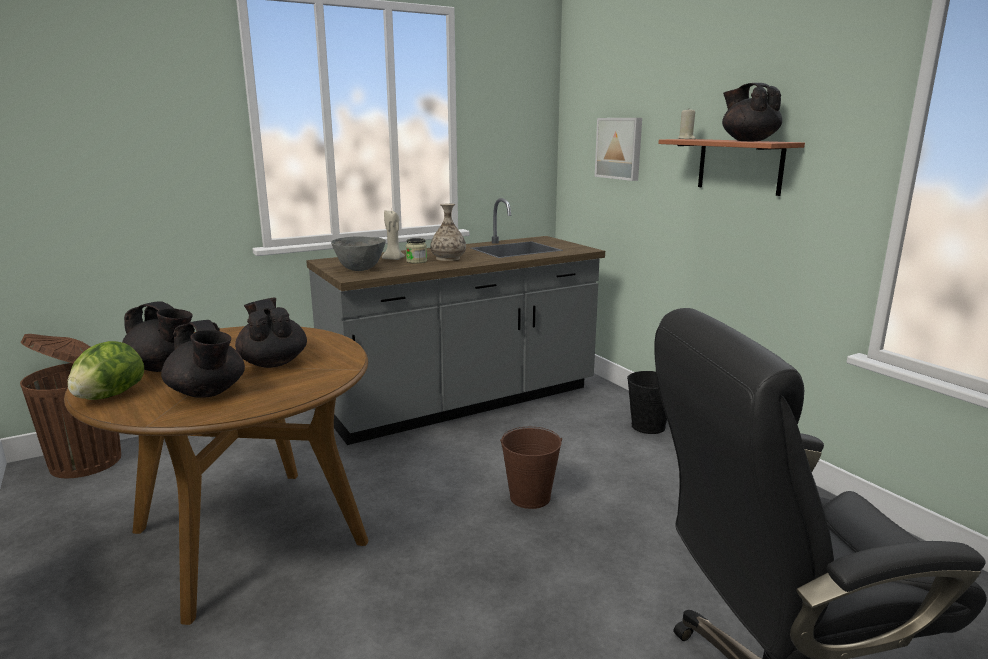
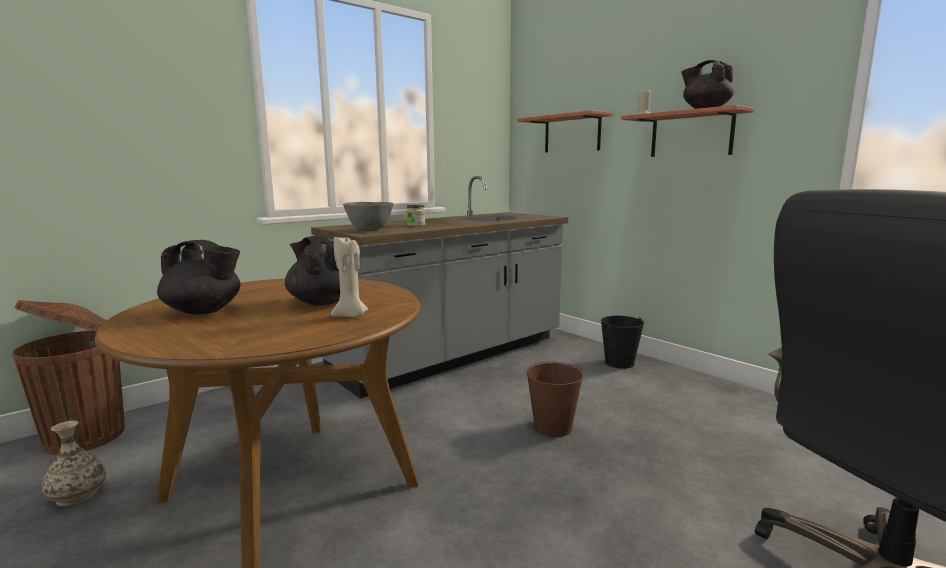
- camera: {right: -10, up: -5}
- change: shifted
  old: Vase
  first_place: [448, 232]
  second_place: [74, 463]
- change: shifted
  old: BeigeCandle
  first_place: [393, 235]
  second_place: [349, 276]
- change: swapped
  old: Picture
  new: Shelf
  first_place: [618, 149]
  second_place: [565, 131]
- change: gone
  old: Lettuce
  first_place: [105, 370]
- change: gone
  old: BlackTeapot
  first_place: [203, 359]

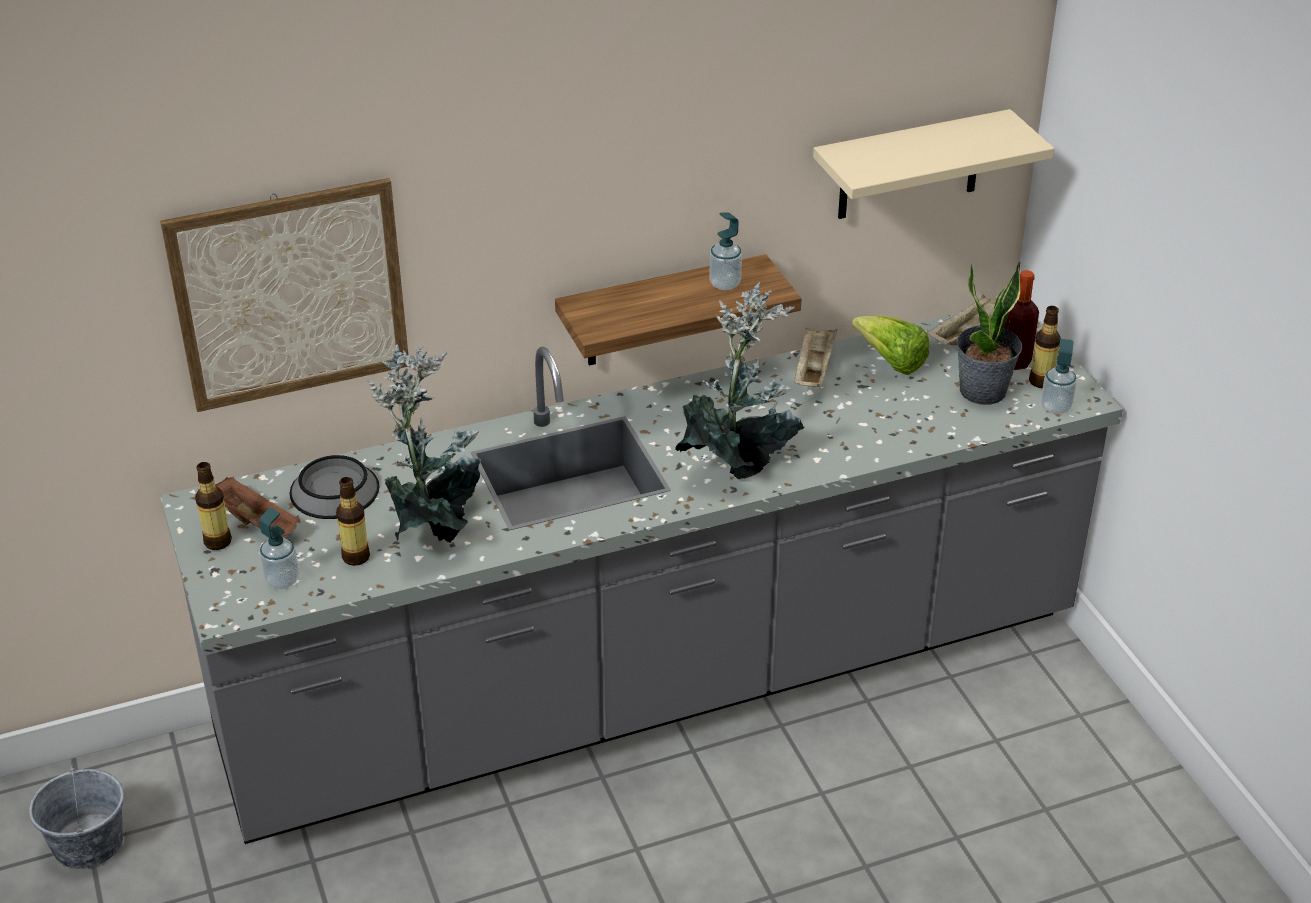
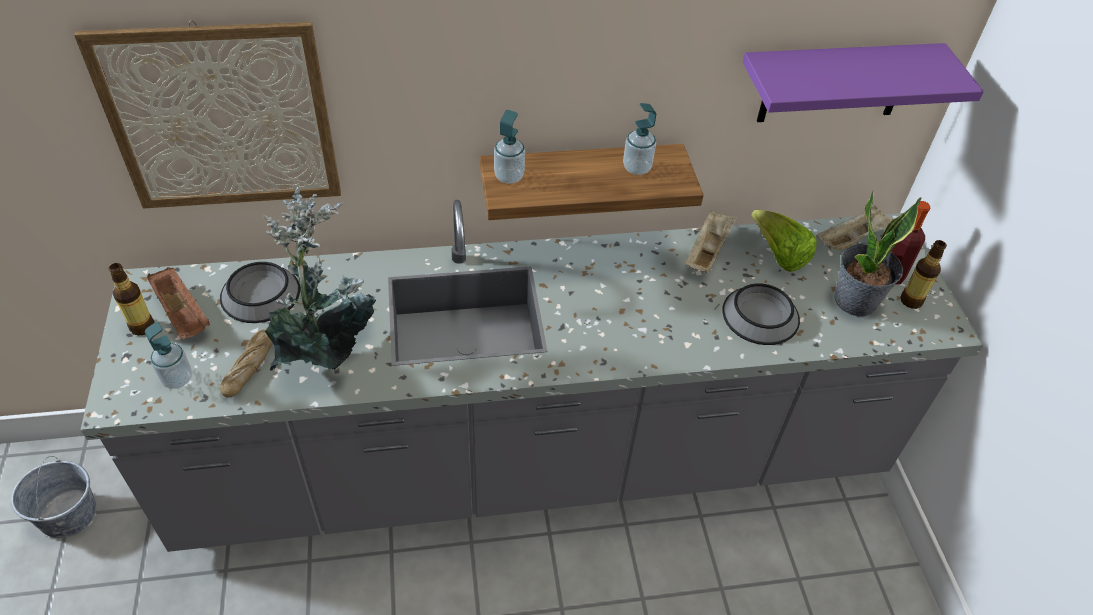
- camera: {right: 10, up: 10}
- change: swapped
  old: Bottle
  new: Bread
  first_place: [353, 521]
  second_place: [246, 364]
- change: shifted
  old: SoapDispenser
  first_place: [1059, 376]
  second_place: [509, 147]
- change: new
  new: Bowl
  second_place: [761, 314]
- change: repainted
  old: BeigeShelf
  new: PurpleShelf
  first_place: [933, 164]
  second_place: [863, 82]
- change: gone
  old: PottedPlant
  first_place: [740, 380]

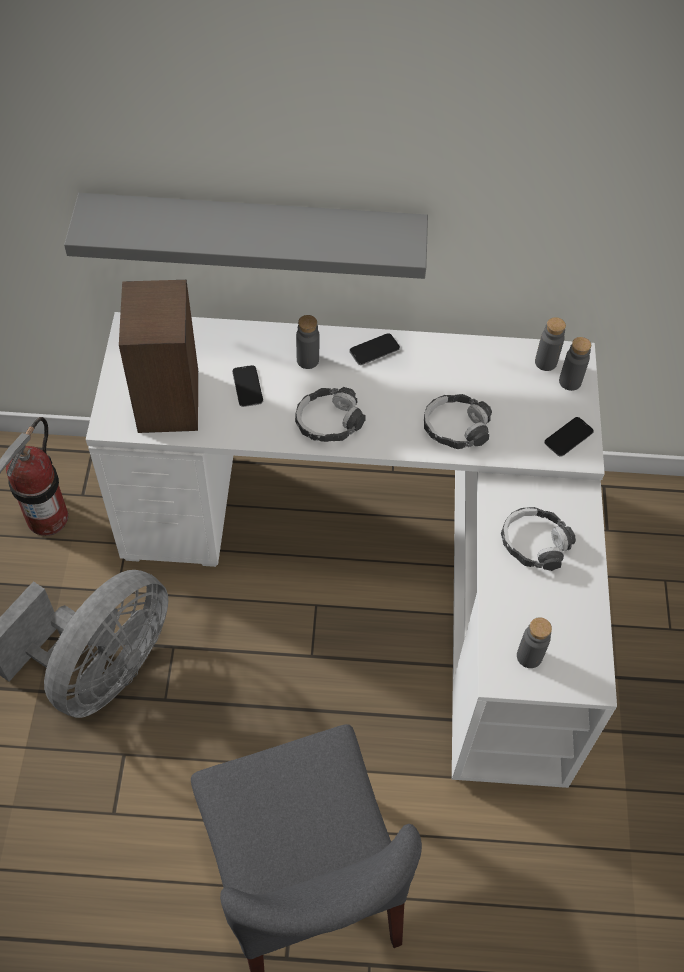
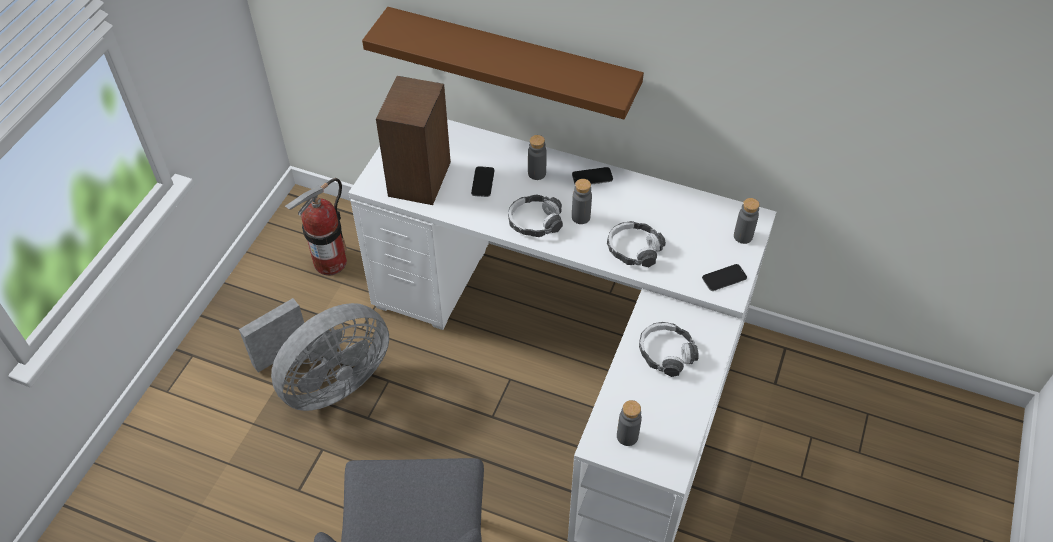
- camera: {right: 20, up: -5}
- change: repainted
  old: GreyShelf
  new: BrownShelf
  first_place: [246, 236]
  second_place: [503, 63]
- change: shifted
  old: GreyBottle
  first_place: [550, 344]
  second_place: [582, 201]

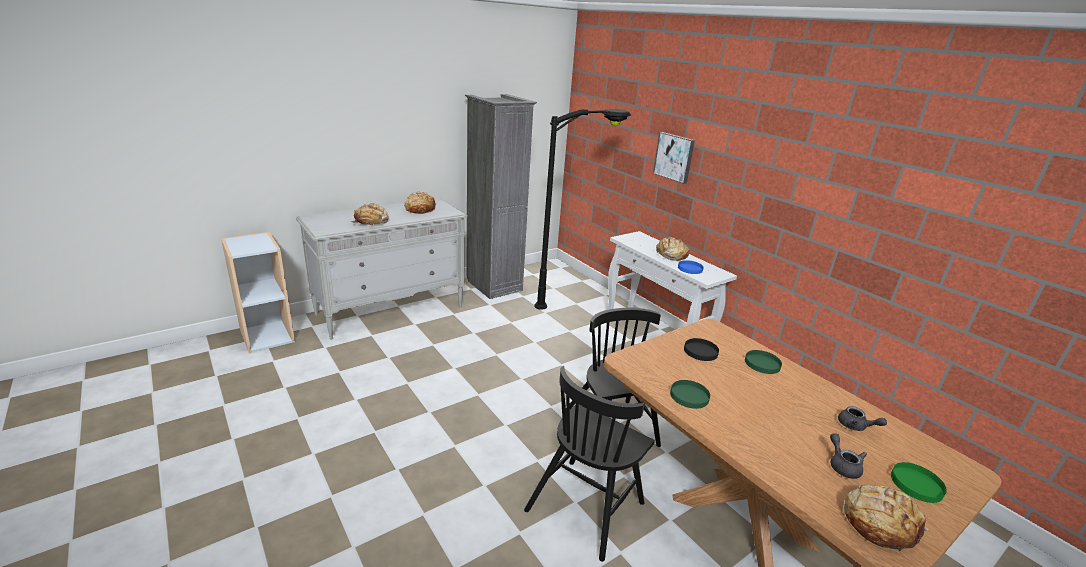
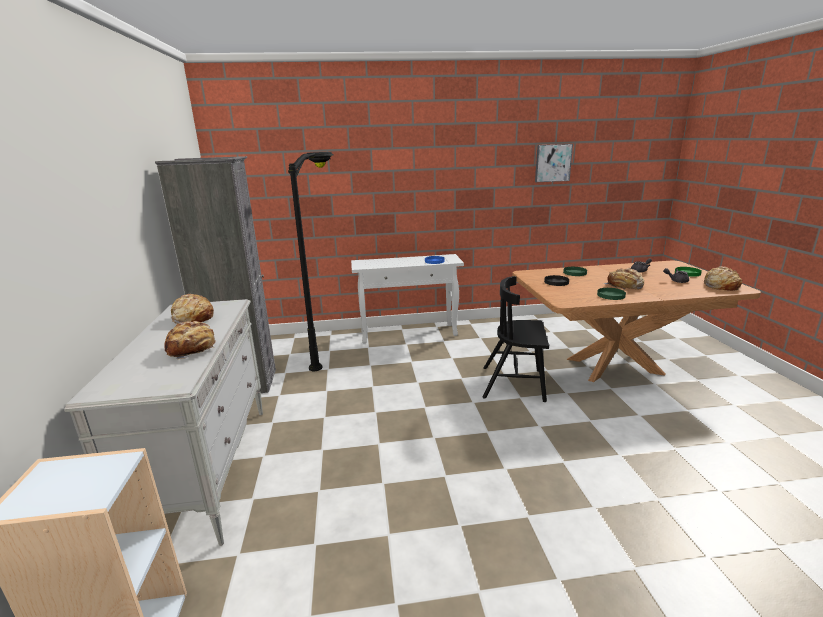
- camera: {right: -60, up: -5}
- change: shifted
  old: Picture
  first_place: [674, 158]
  second_place: [554, 163]
- change: shifted
  old: Bread
  first_place: [673, 249]
  second_place: [623, 279]
- change: gone
  old: BlackChair
  first_place: [589, 464]

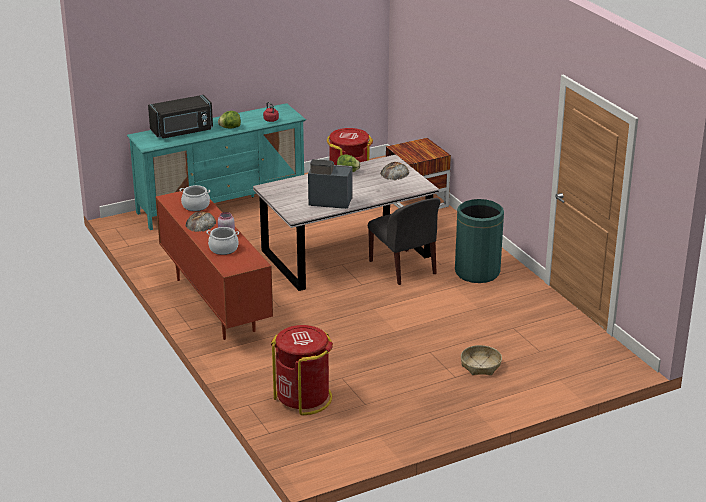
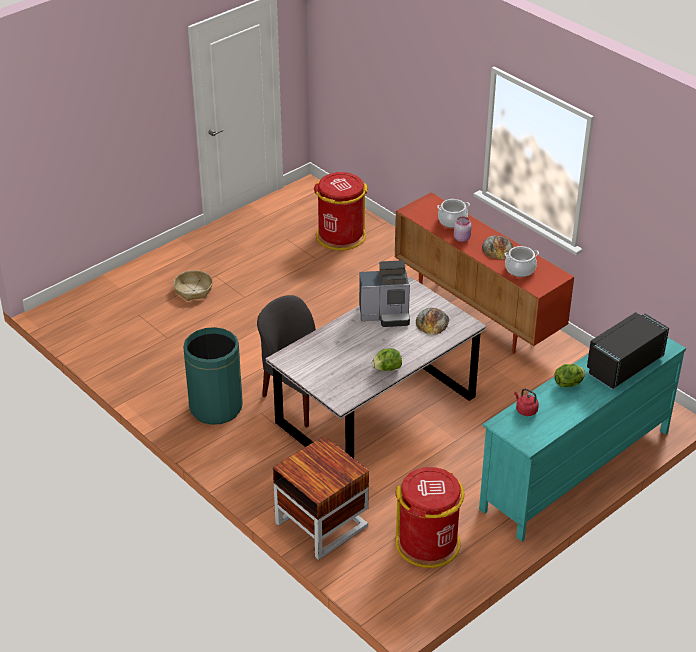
- camera: {right: 165, up: 10}
- change: shifted
  old: Bread
  first_place: [394, 171]
  second_place: [432, 321]

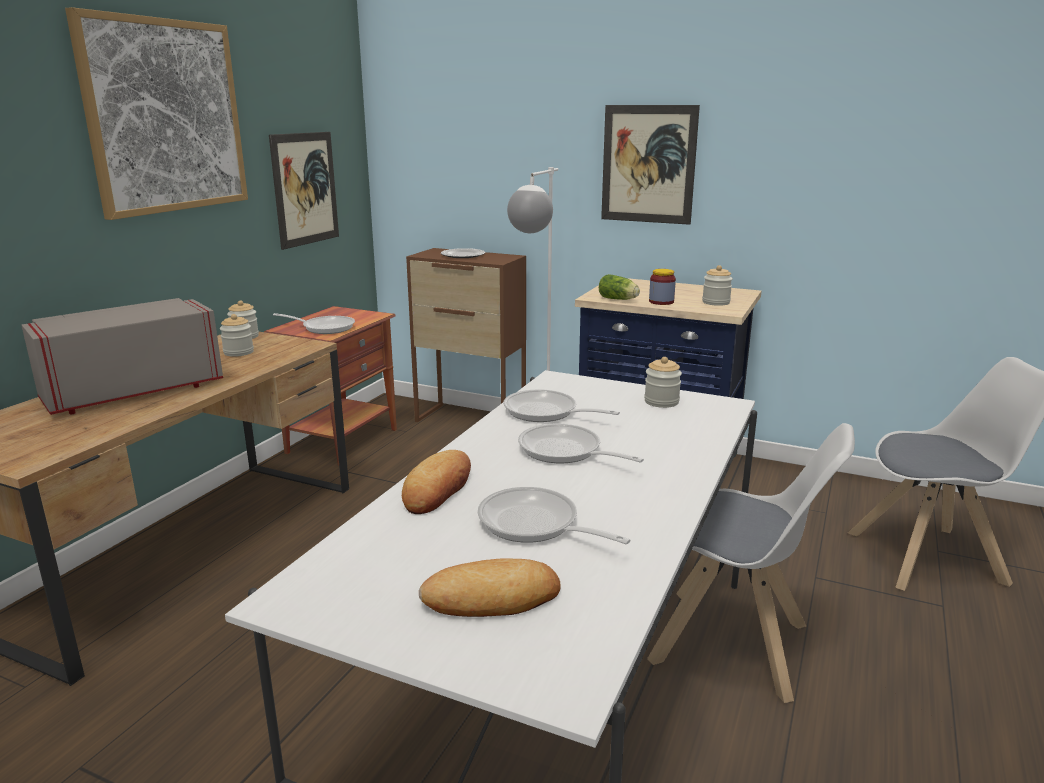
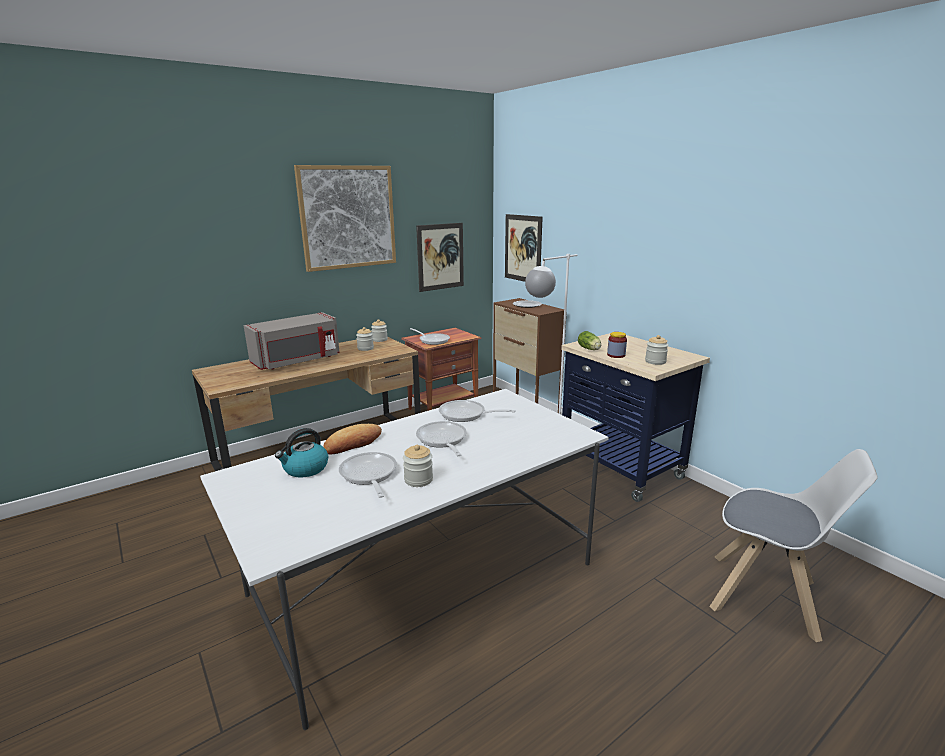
- camera: {right: 30, up: 0}
- change: rotated
  old: GreyMicrowave
  first_place: [122, 356]
  second_place: [292, 341]
  degrees: 150
- change: new
  new: Kettle
  second_place: [301, 453]
- change: shifted
  old: Jar
  first_place: [663, 382]
  second_place: [418, 466]
- change: rotated
  old: FryingPan
  first_place: [561, 405]
  second_place: [477, 411]
  degrees: -45
- change: shifted
  old: Picture
  first_place: [650, 165]
  second_place: [524, 248]
- change: gone
  old: Bread
  first_place: [490, 587]
- change: gone
  old: Chair
  first_place: [751, 563]

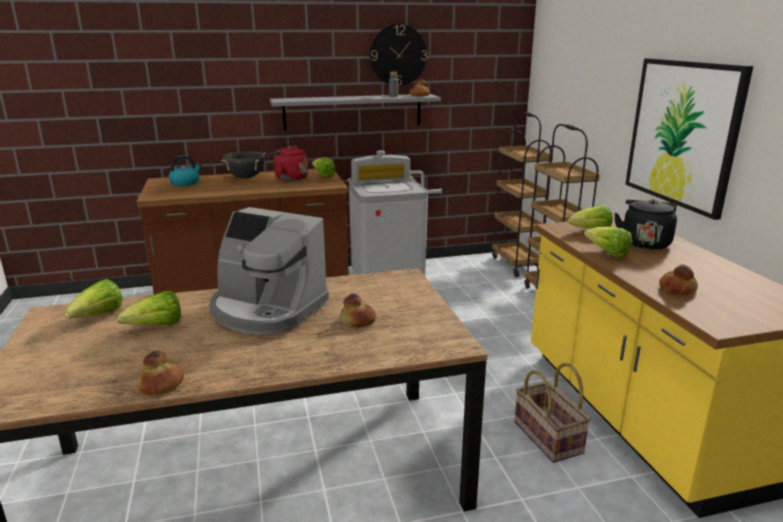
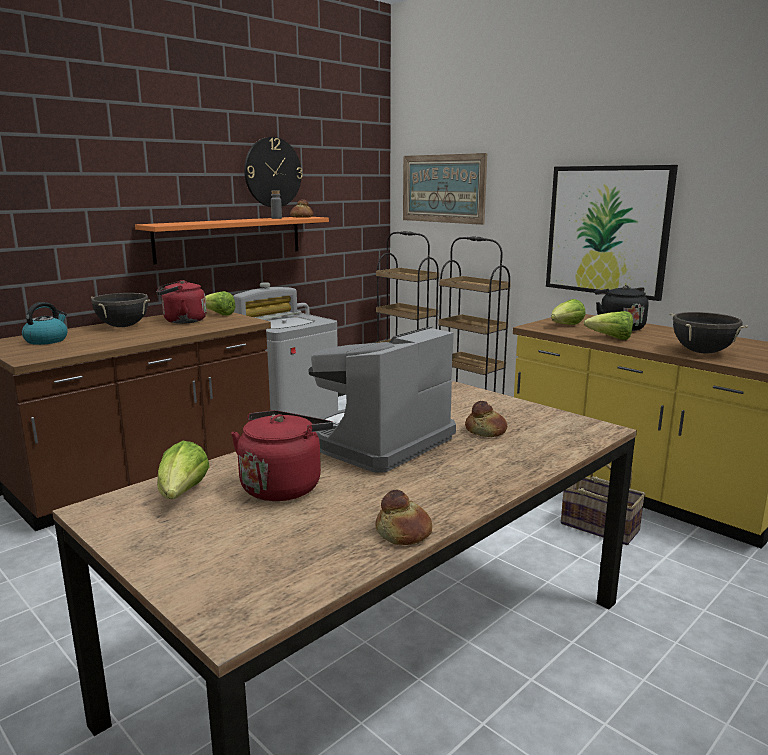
- camera: {right: -30, up: -5}
- change: repainted
  old: GreyShelf
  new: OrangeShelf
  first_place: [355, 112]
  second_place: [232, 240]
- change: swapped
  old: Lettuce
  new: RedKettle
  first_place: [149, 308]
  second_place: [282, 455]
- change: rotated
  old: CoffeeMachine
  first_place: [269, 271]
  second_place: [382, 399]
  degrees: 135
- change: new
  new: Picture
  second_place: [445, 189]
- change: swapped
  old: Bread
  new: BlackCookingPot
  first_place: [678, 279]
  second_place: [709, 332]

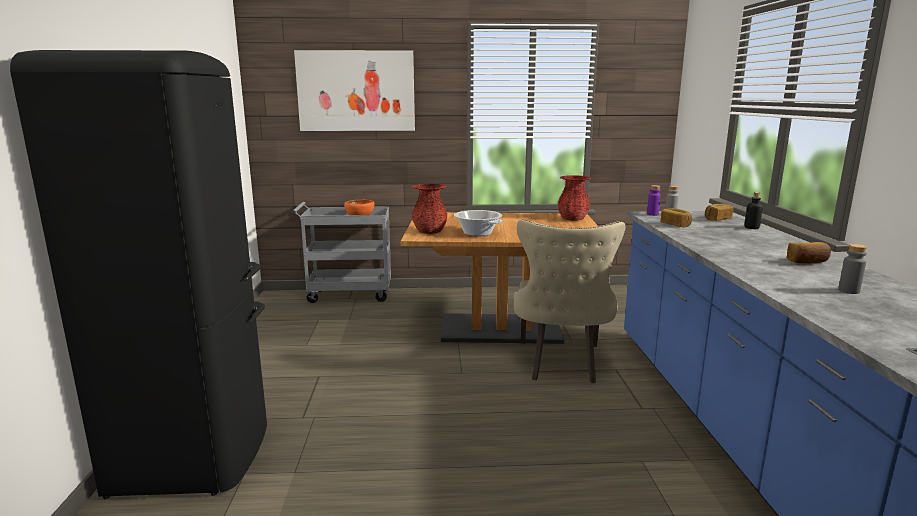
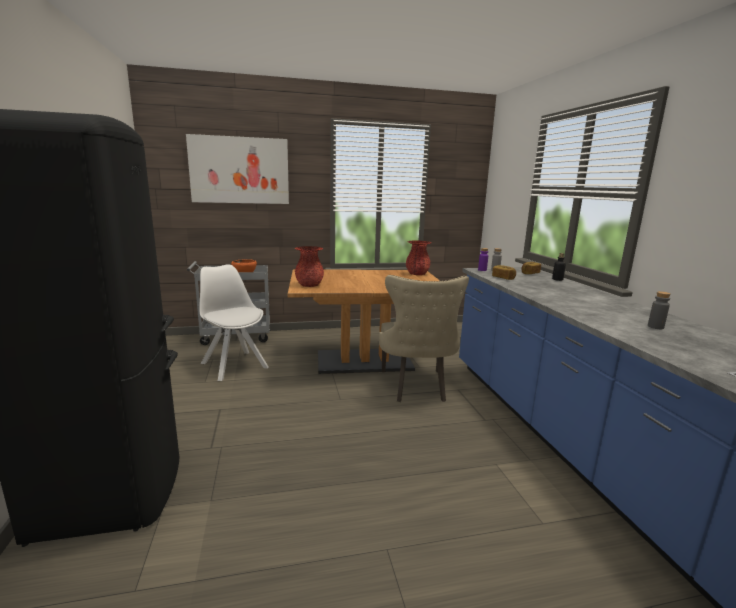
- camera: {right: -10, up: 0}
- change: new
  new: WhiteChair
  second_place: [233, 323]
- change: gone
  old: CookingPot
  first_place: [478, 223]
- change: gone
  old: Bread
  first_place: [809, 253]

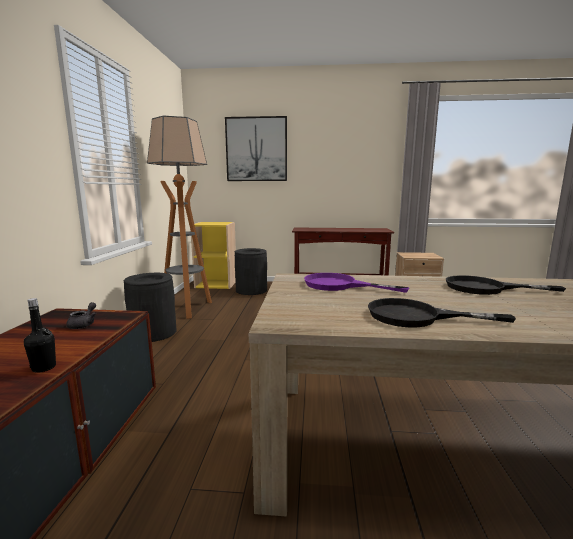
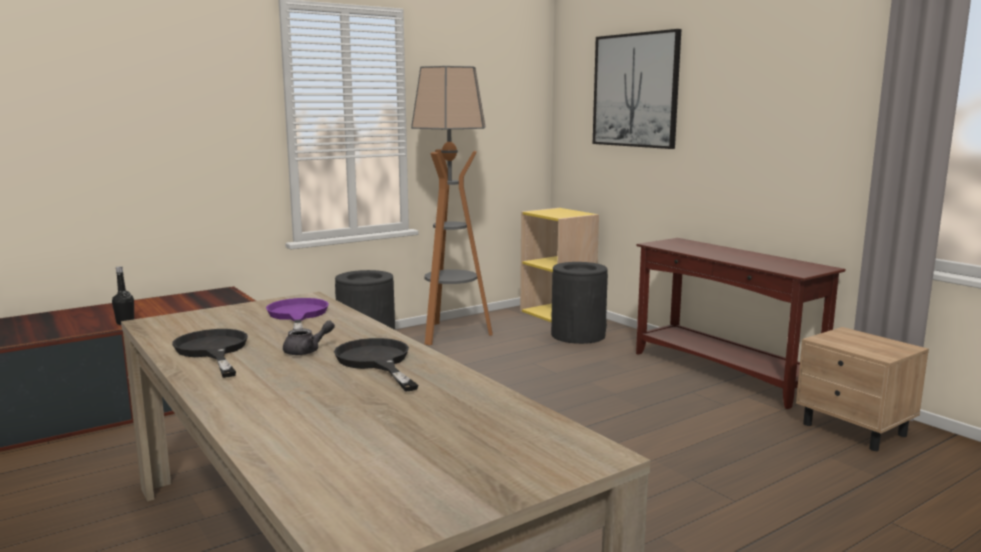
- camera: {right: 50, up: 0}
- change: shifted
  old: GreyTeapot
  first_place: [81, 315]
  second_place: [309, 337]

